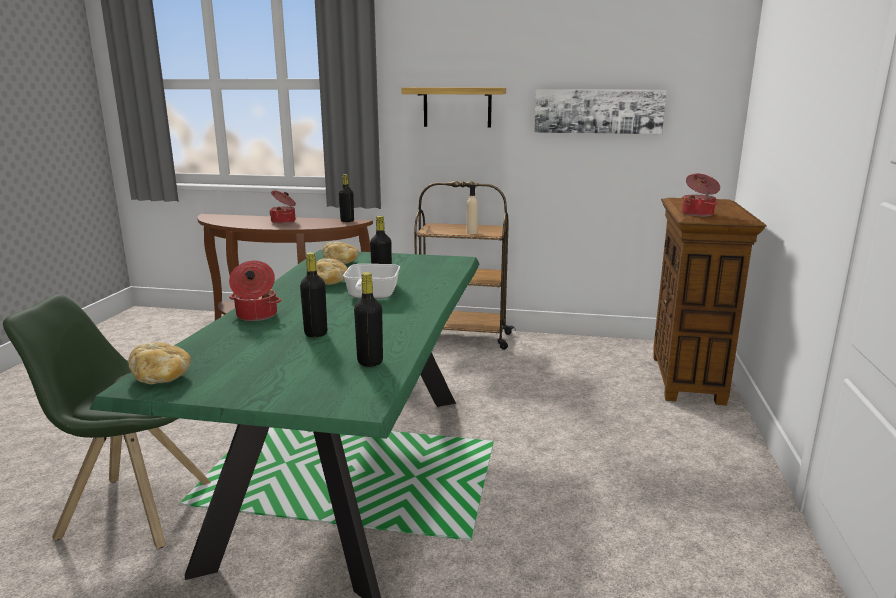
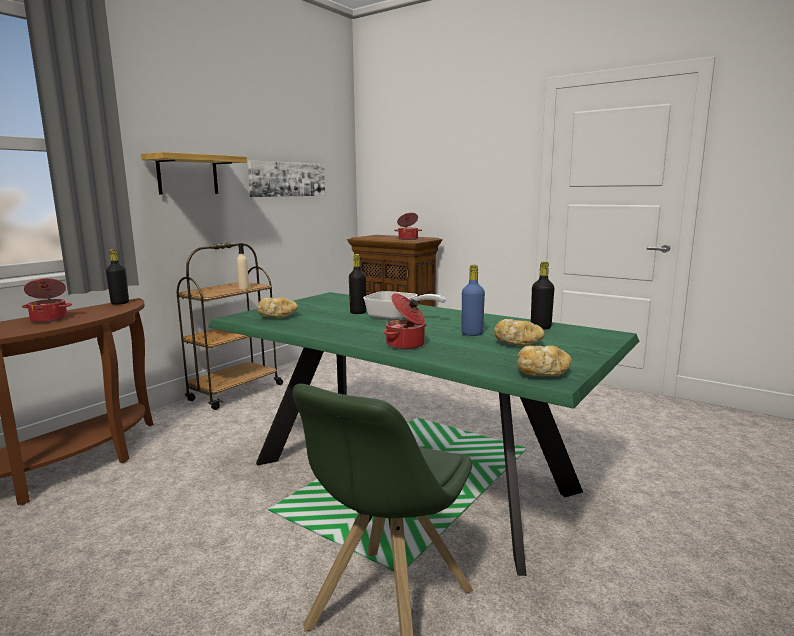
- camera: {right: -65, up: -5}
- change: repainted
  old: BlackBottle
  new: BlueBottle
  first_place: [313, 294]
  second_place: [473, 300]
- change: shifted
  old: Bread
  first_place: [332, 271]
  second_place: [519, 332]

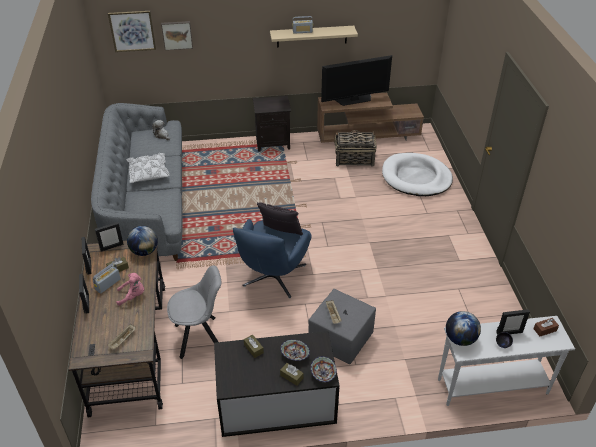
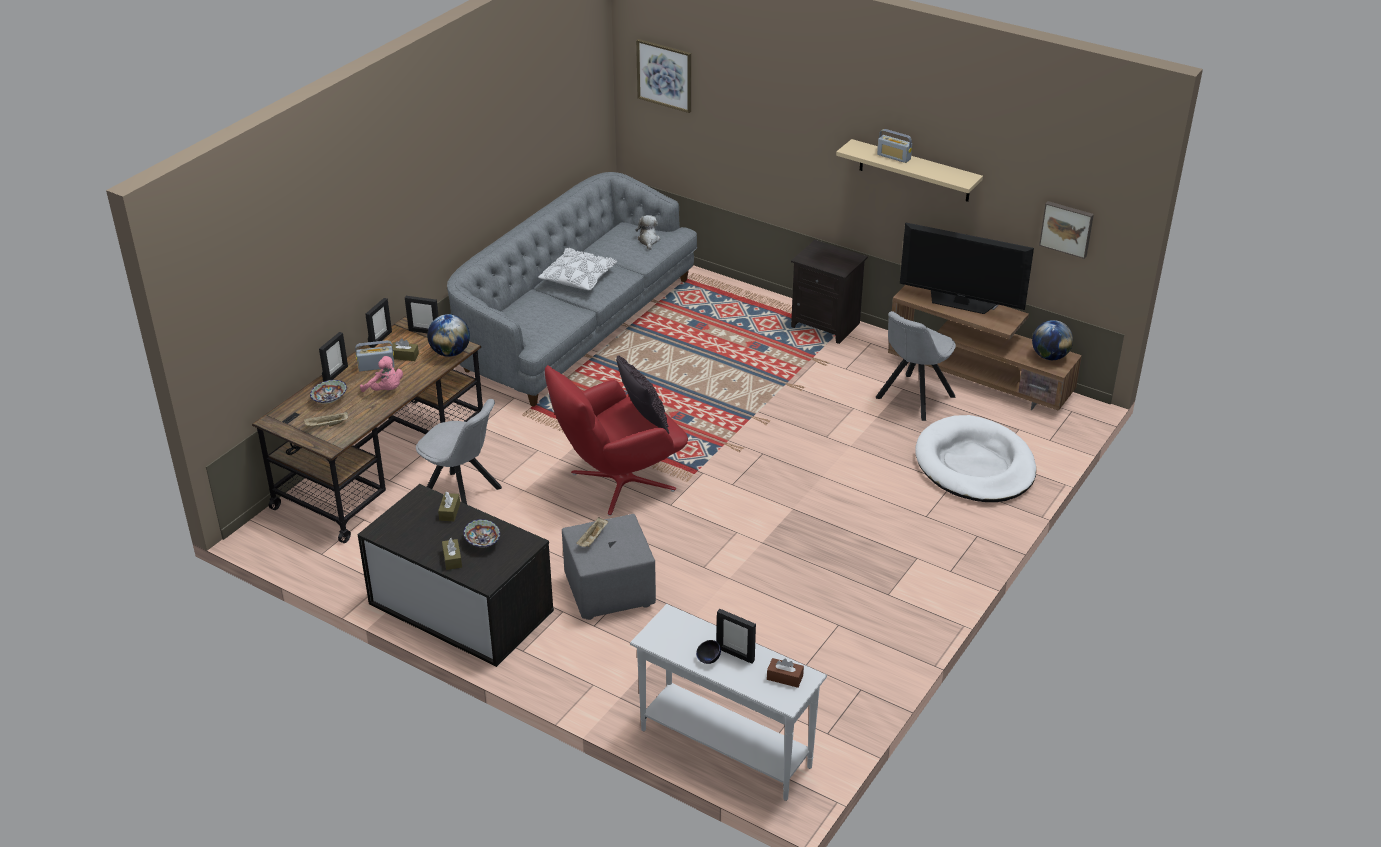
- camera: {right: 40, up: -5}
- change: shifted
  old: Bowl
  first_place: [324, 369]
  second_place: [328, 392]
- change: repainted
  old: BlueArmchair
  new: RedArmchair
  first_place: [272, 258]
  second_place: [616, 440]
- change: swapped
  old: Basket
  new: GreyChair
  first_place: [355, 148]
  second_place: [916, 366]
- change: shifted
  old: Globe
  first_place: [463, 328]
  second_place: [1052, 340]
- change: shifted
  old: Picture
  first_place: [177, 35]
  second_place: [1066, 230]

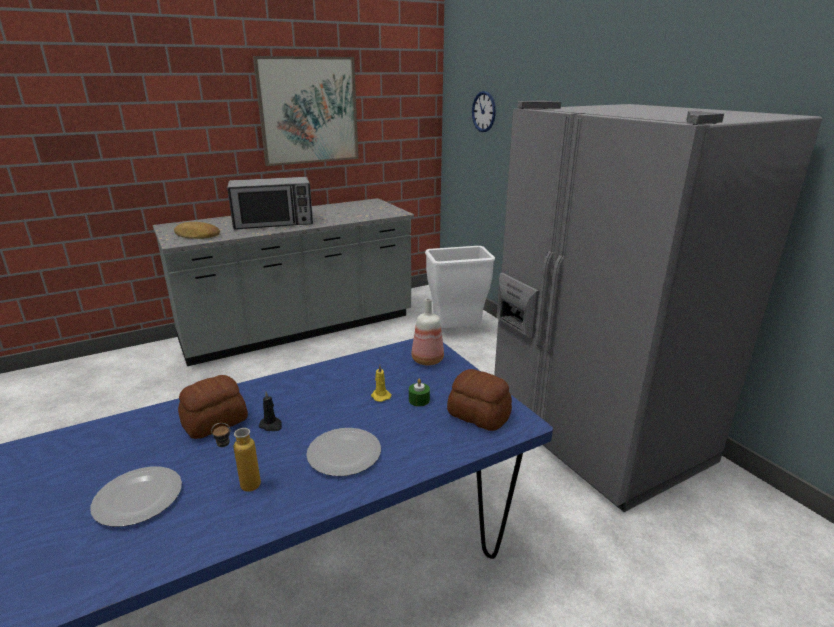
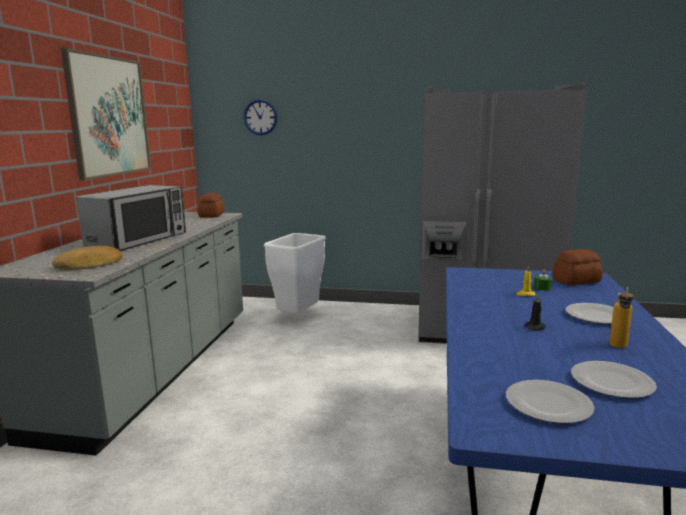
- camera: {right: -50, up: -10}
- change: shifted
  old: Bread
  first_place: [213, 407]
  second_place: [210, 205]
- change: new
  new: Plate
  second_place: [550, 401]
- change: gone
  old: Bottle
  first_place: [428, 332]

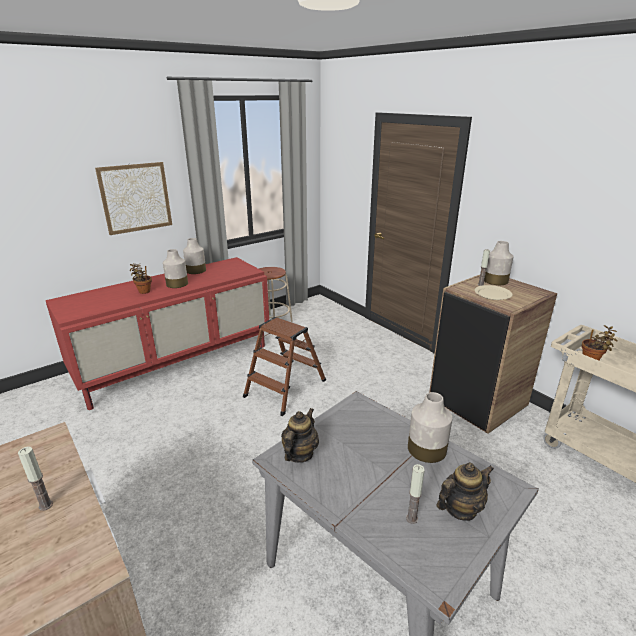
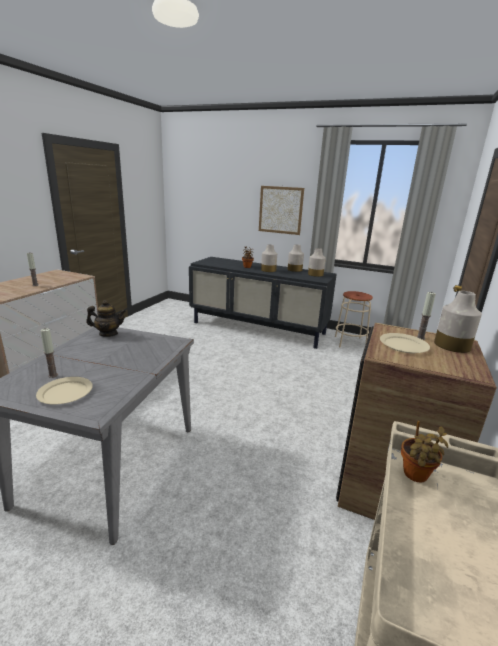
- camera: {right: 60, up: -5}
- change: swapped
  old: Teapot
  new: BeigePlate
  first_place: [465, 491]
  second_place: [64, 390]
- change: repainted
  old: RedCabinet
  new: BlackCabinet
  first_place: [157, 333]
  second_place: [263, 303]
- change: shifted
  old: BeigeVase
  first_place: [430, 427]
  second_place: [317, 262]
- change: gone
  old: BrownStepLadder
  first_place: [284, 366]

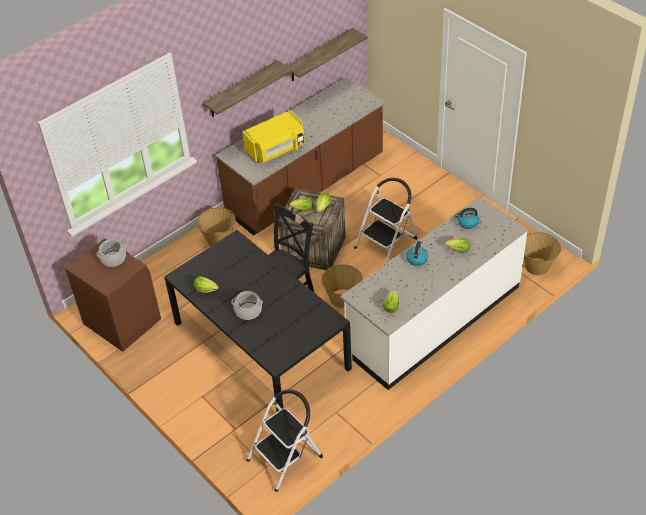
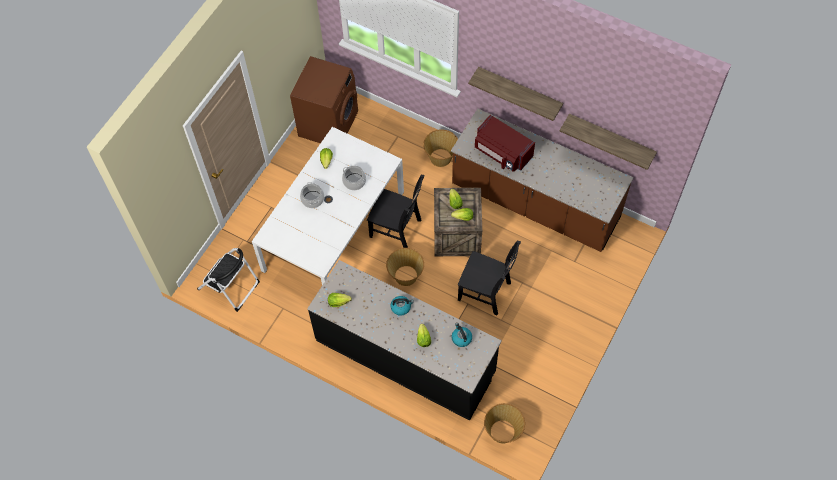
- camera: {right: 70, up: 15}
- change: repainted
  old: BlackDiningTable
  new: WhiteDiningTable
  first_place: [258, 321]
  second_place: [328, 206]
- change: repainted
  old: WhiteCounter
  new: BlackCounter
  first_place: [434, 293]
  second_place: [404, 340]
- change: shifted
  old: CookingPot
  first_place: [111, 253]
  second_place: [354, 178]
- change: swapped
  old: StepLadder
  new: BlackChair
  first_place: [385, 221]
  second_place: [489, 278]
- change: repainted
  old: YellowMicrowave
  new: RedMicrowave
  first_place: [273, 137]
  second_place: [505, 143]

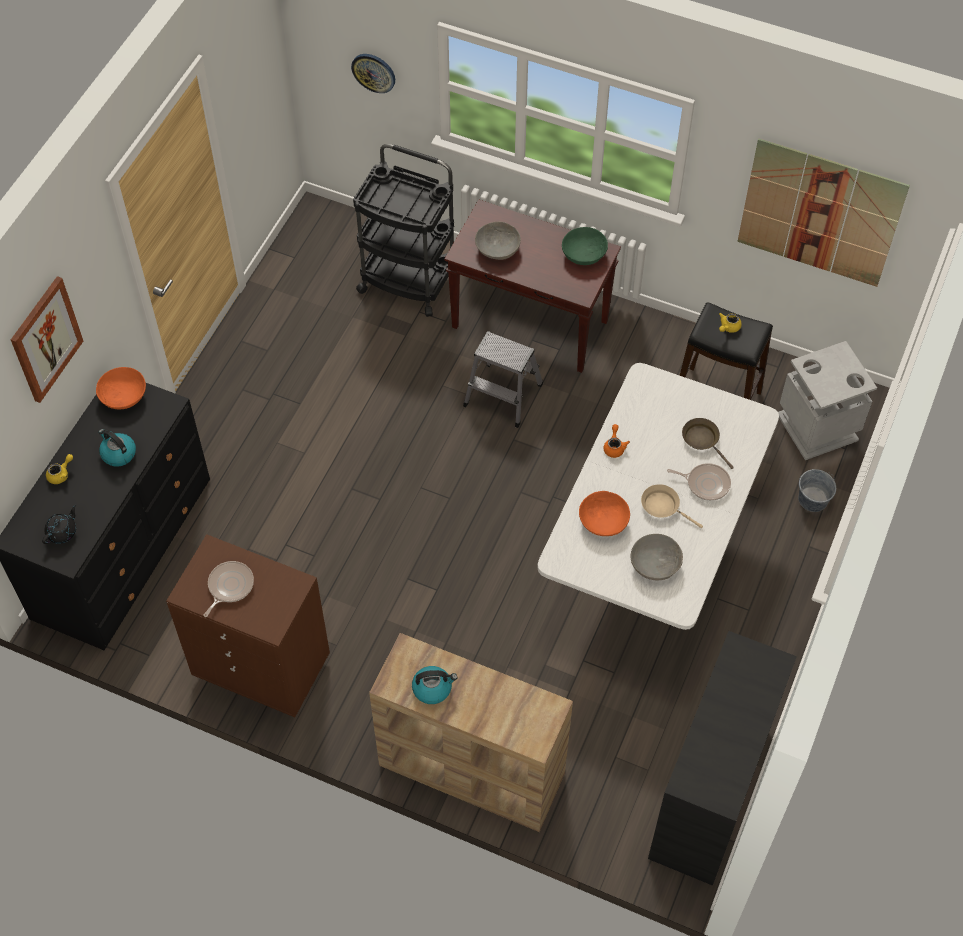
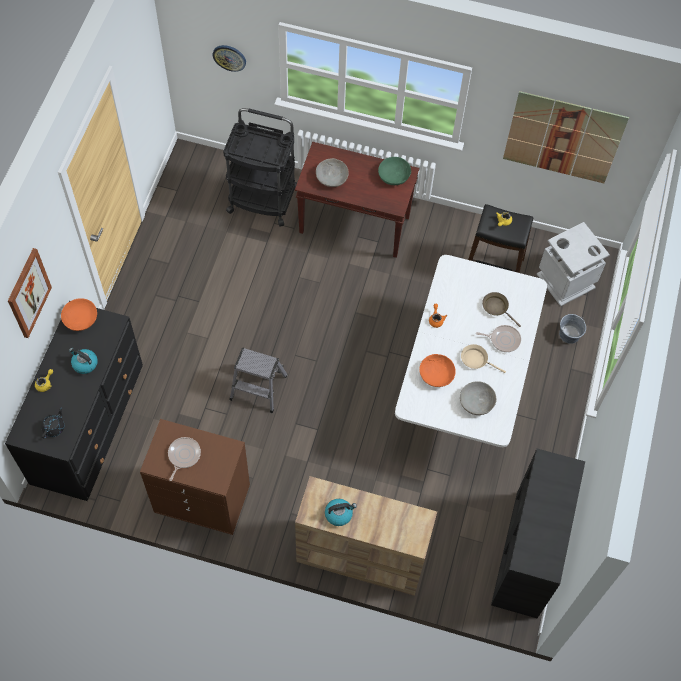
- camera: {right: -10, up: 5}
- change: shifted
  old: GreyStepLadder
  first_place: [503, 379]
  second_place: [258, 380]

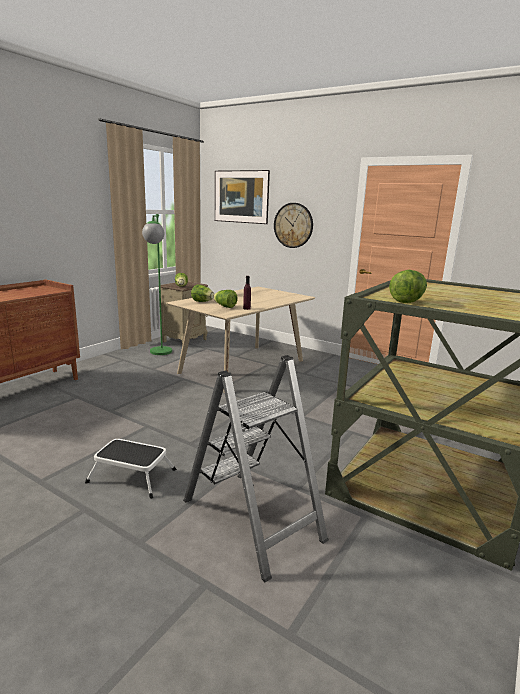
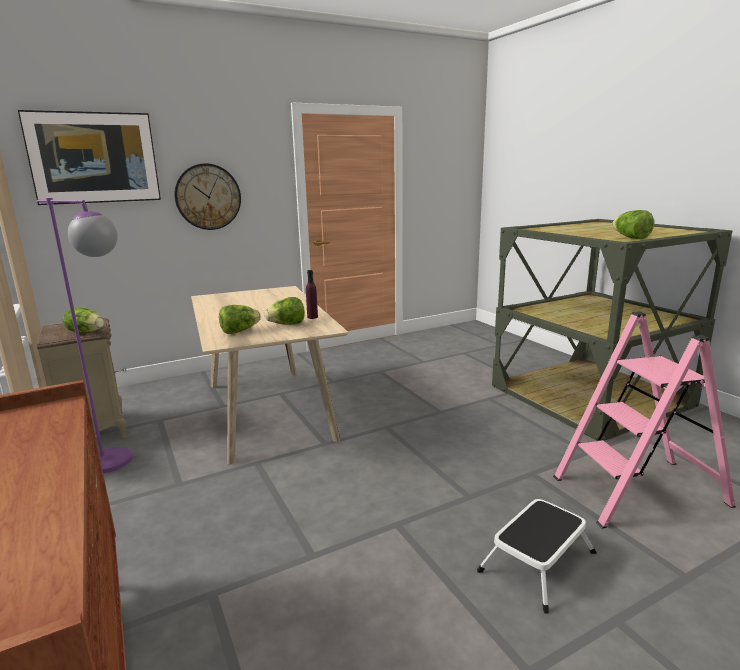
- camera: {right: -60, up: 0}
- change: repainted
  old: GreenFloorLamp
  new: PurpleFloorLamp
  first_place: [157, 284]
  second_place: [85, 335]
- change: repainted
  old: GreyStepLadder
  new: PinkStepLadder
  first_place: [256, 468]
  second_place: [644, 419]

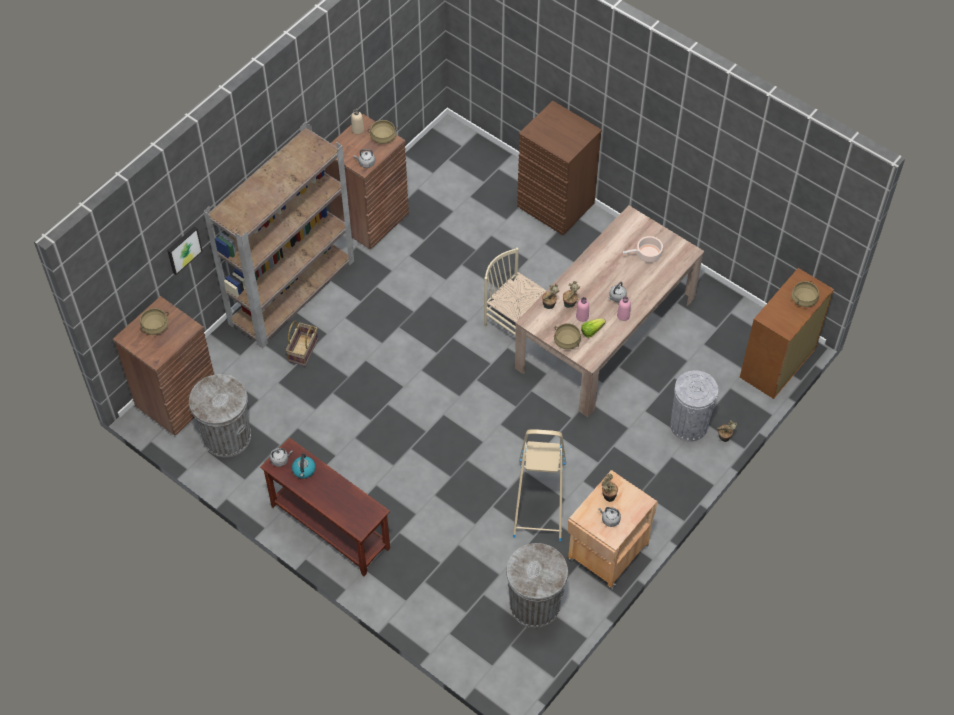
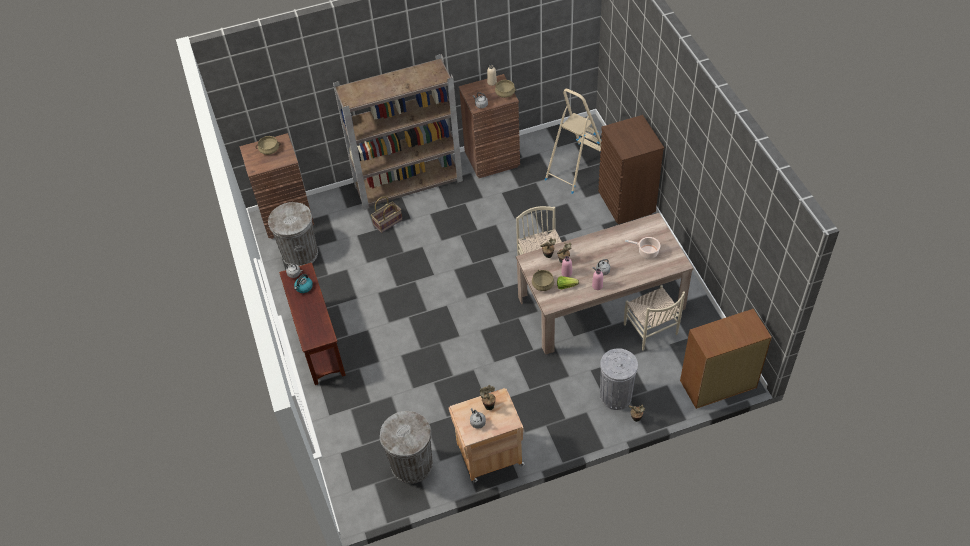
- camera: {right: 35, up: -5}
- change: shifted
  old: BeigeStepLadder
  first_place: [539, 485]
  second_place: [573, 141]
- change: new
  new: BeigeChair
  second_place: [654, 318]
- change: gone
  old: Picture
  first_place: [185, 250]
- change: gone
  old: BeigeCookingPot
  first_place: [805, 294]

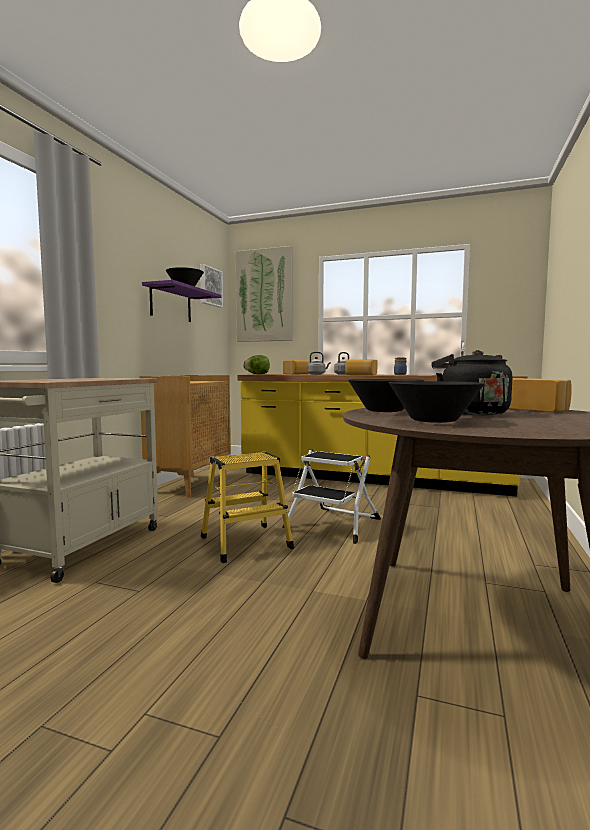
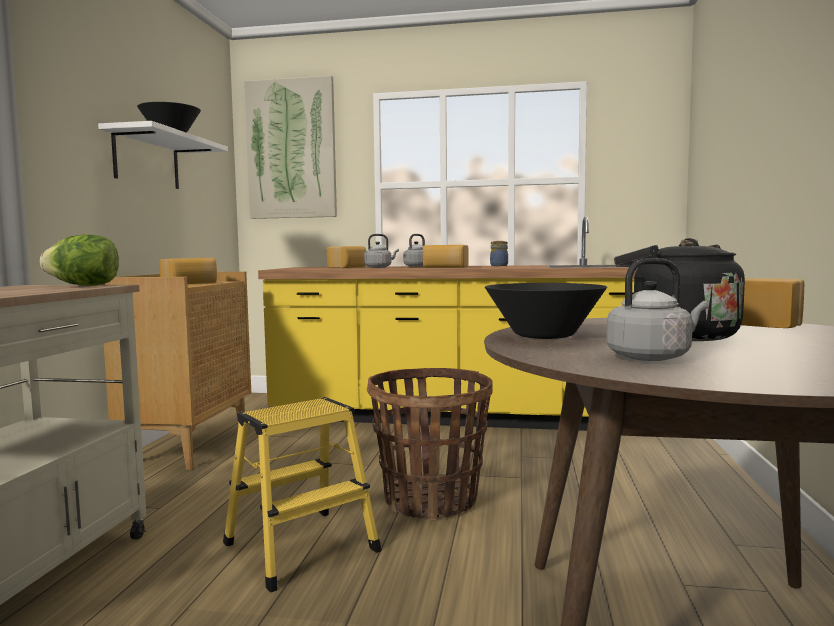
- camera: {right: -10, up: 0}
- change: shifted
  old: Lettuce
  first_place: [256, 365]
  second_place: [79, 260]
- change: repainted
  old: PurpleShelf
  new: WhiteShelf
  first_place: [181, 301]
  second_place: [163, 155]
- change: new
  new: Bread
  second_place: [188, 271]
- change: swapped
  old: StepLadder
  new: Basket
  first_place: [331, 496]
  second_place: [430, 444]
- change: swapped
  old: BlackBowl
  new: GreyKettle
  first_place: [437, 402]
  second_place: [657, 309]
- change: gone
  old: Picture
  first_place: [211, 286]

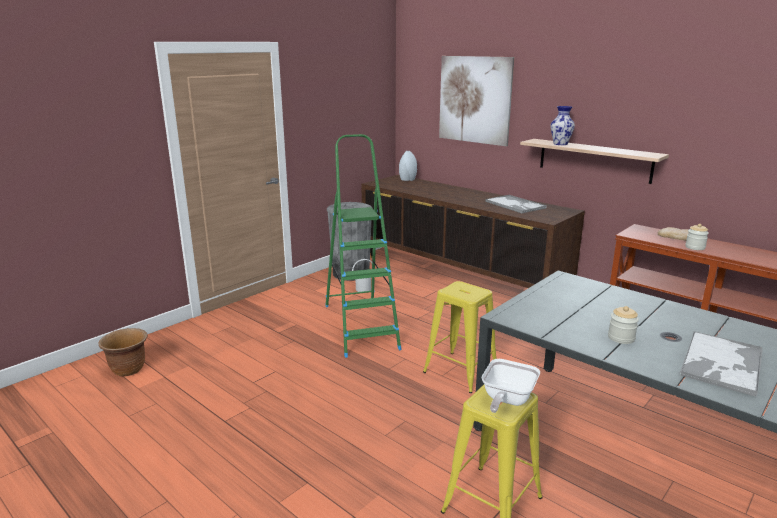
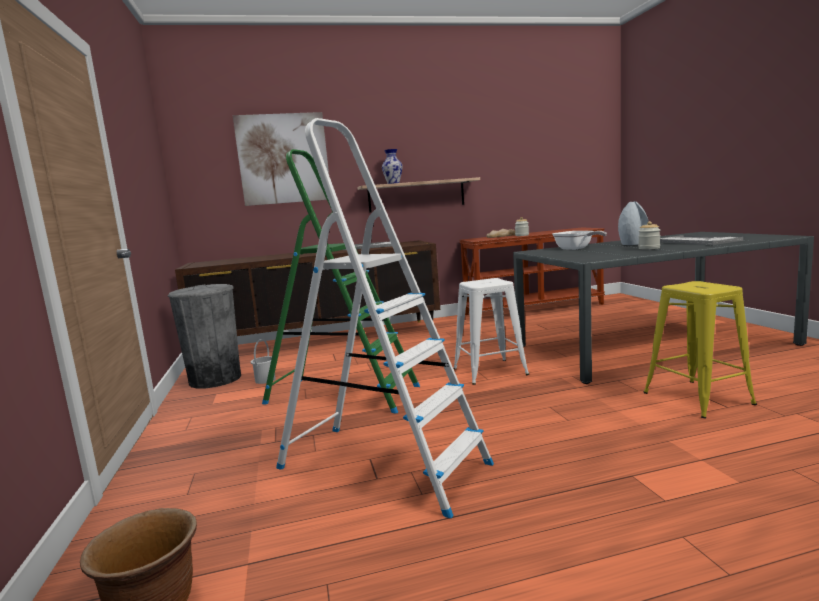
- camera: {right: -55, up: -10}
- change: new
  new: WhiteStepLadder
  second_place: [385, 318]
- change: repainted
  old: YellowStool
  new: WhiteStool
  first_place: [460, 337]
  second_place: [491, 331]
- change: shifted
  old: FryingPan
  first_place: [511, 386]
  second_place: [579, 240]
- change: shifted
  old: GreyVase
  first_place: [408, 166]
  second_place: [633, 223]

